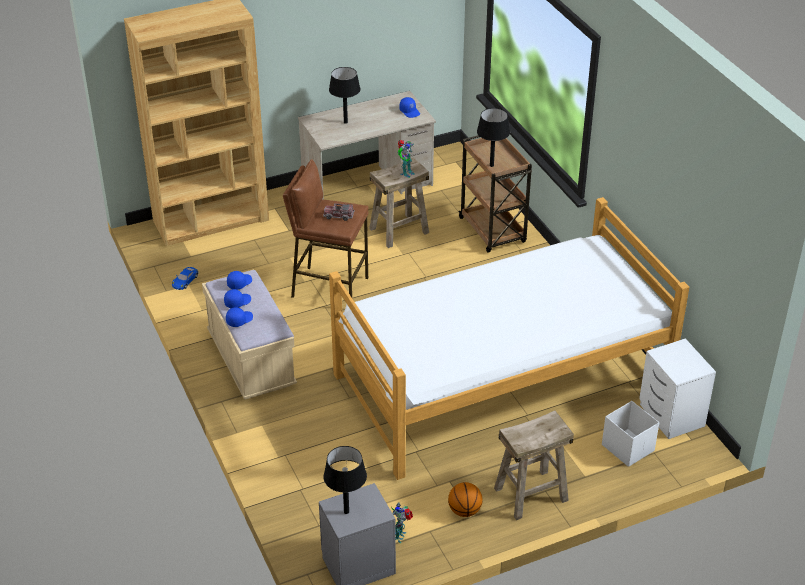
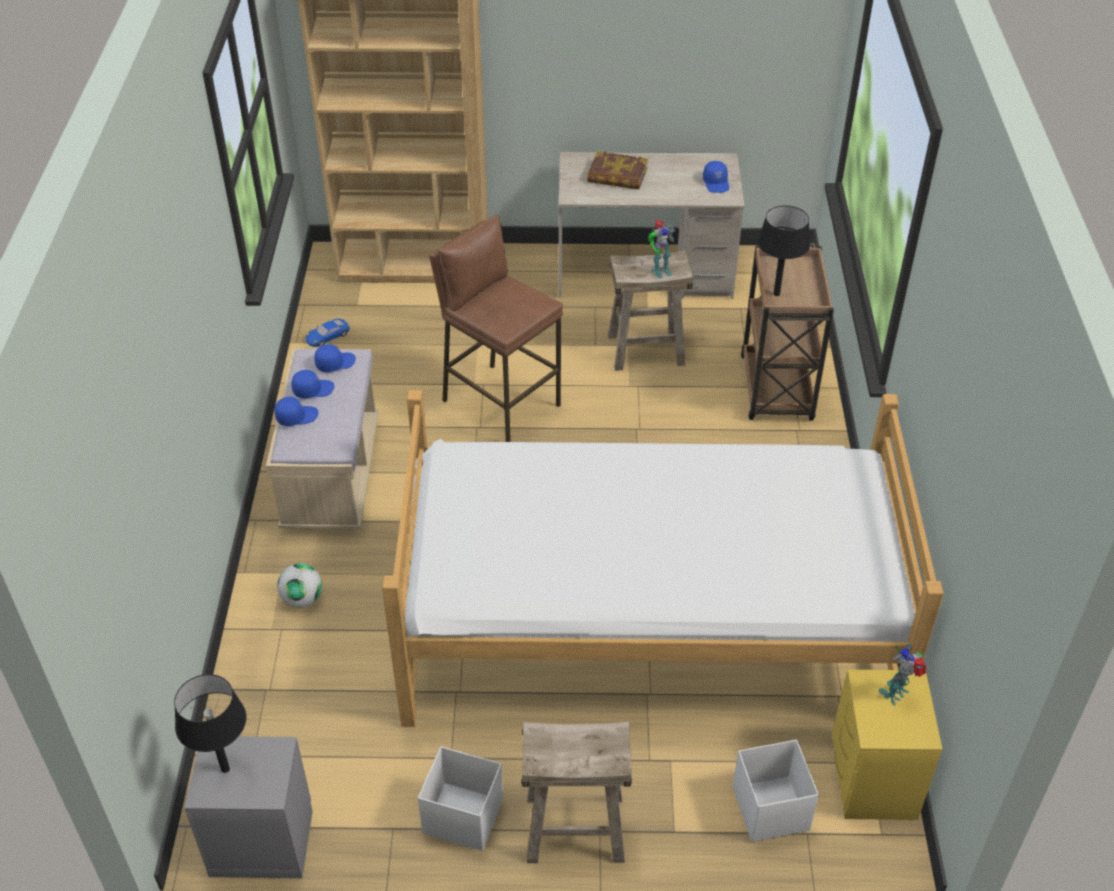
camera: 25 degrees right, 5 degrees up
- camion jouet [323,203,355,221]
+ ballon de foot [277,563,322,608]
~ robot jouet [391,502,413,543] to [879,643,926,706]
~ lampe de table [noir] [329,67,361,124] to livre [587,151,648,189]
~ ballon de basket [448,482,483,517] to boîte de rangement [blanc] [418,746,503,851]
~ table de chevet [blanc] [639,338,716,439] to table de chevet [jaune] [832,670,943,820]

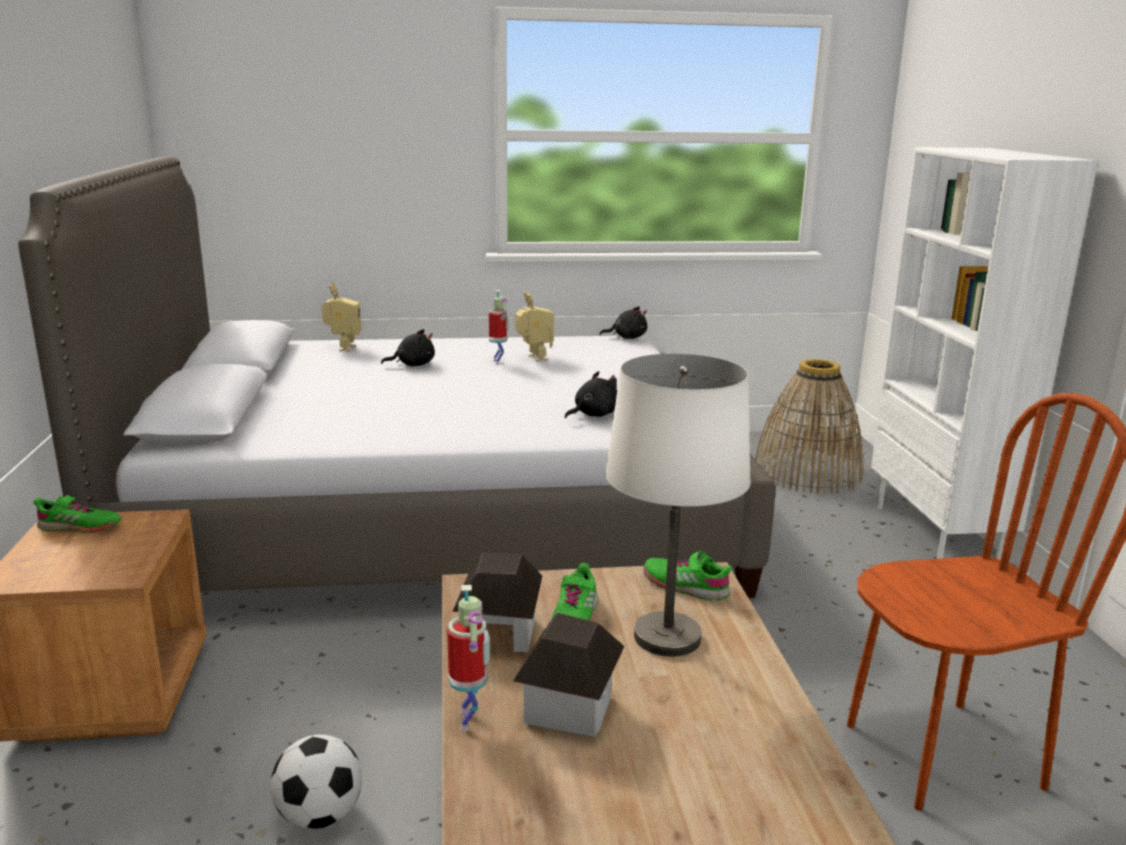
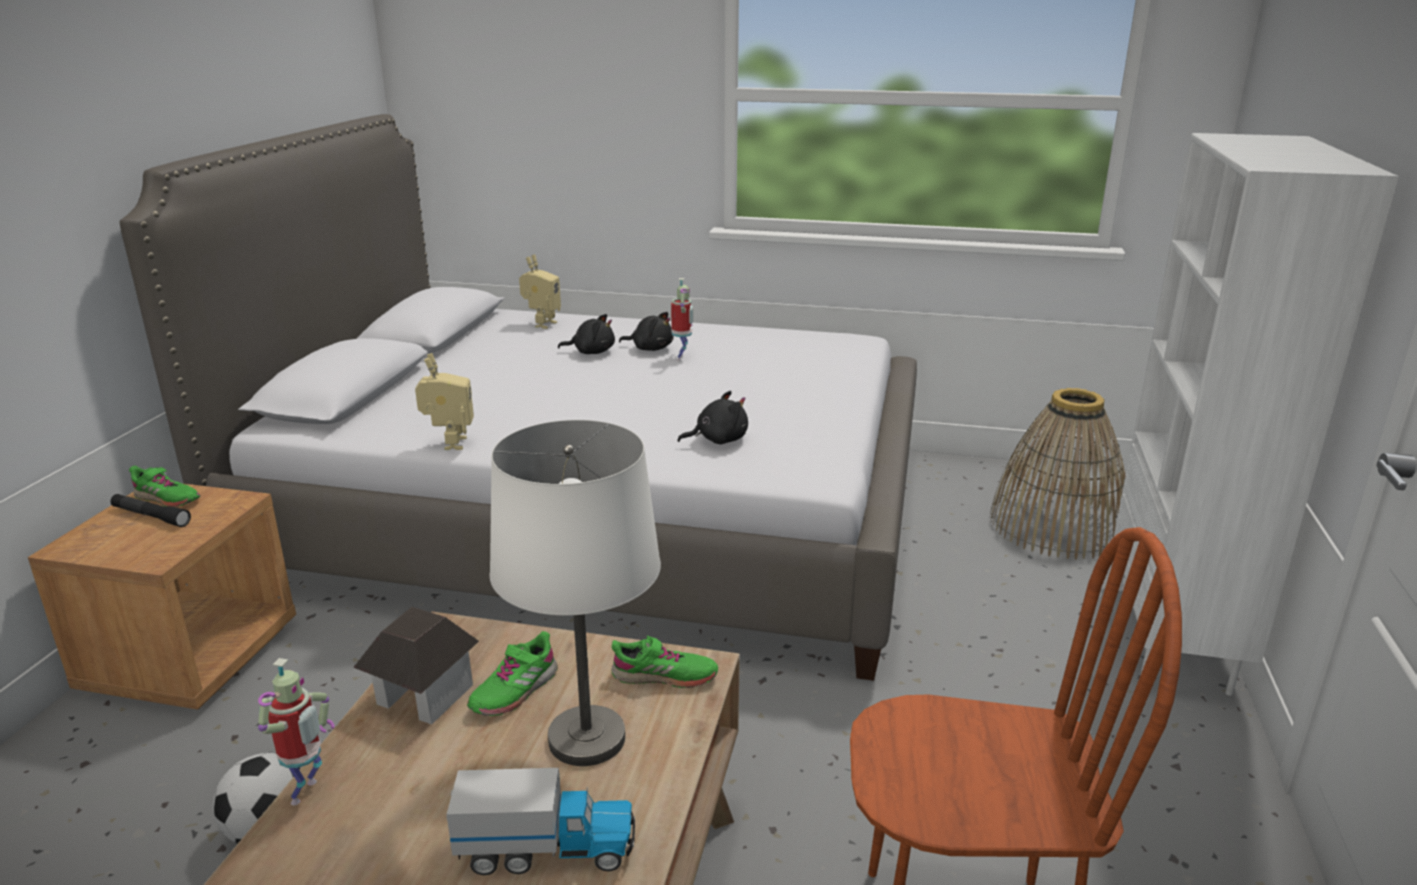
camera: 20 degrees right, 5 degrees up
- maison miniature [513,612,625,737]
+ lampe de poche [noir] [111,494,191,527]
+ camion jouet [446,768,635,875]
~ robot jouet [515,292,554,362] to [415,353,474,450]
~ peluche [noir] [600,306,647,339] to [619,312,674,351]
~ chaussure [vert] [643,551,732,601] = [611,636,718,688] 135 degrees clockwise

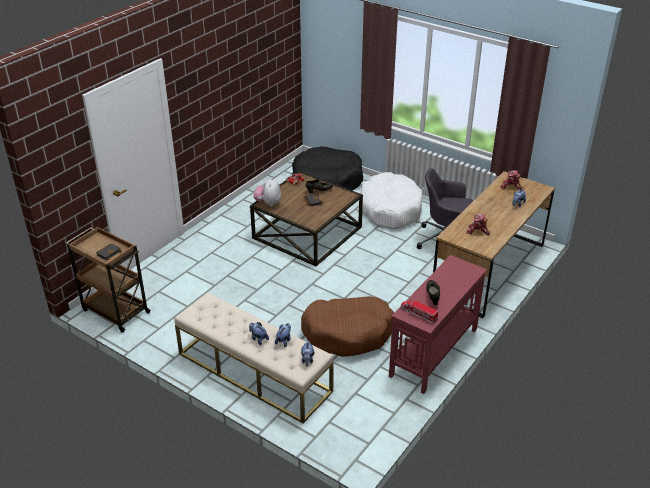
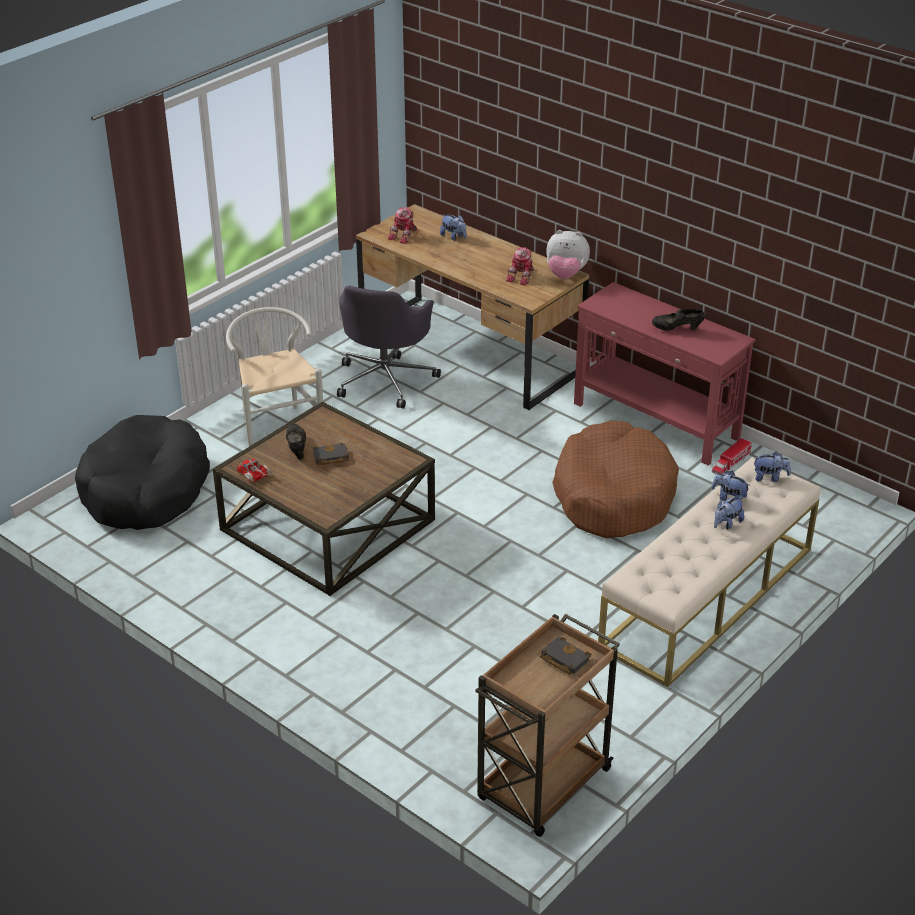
camera: 85 degrees left, 0 degrees up
~ peluche [254,178,281,207] to [546,230,590,279]
~ camion jouet [401,299,438,323] to [712,438,752,475]
~ panier pour chien [blanc] [361,172,423,229] to chaise [blanc] [226,307,323,447]

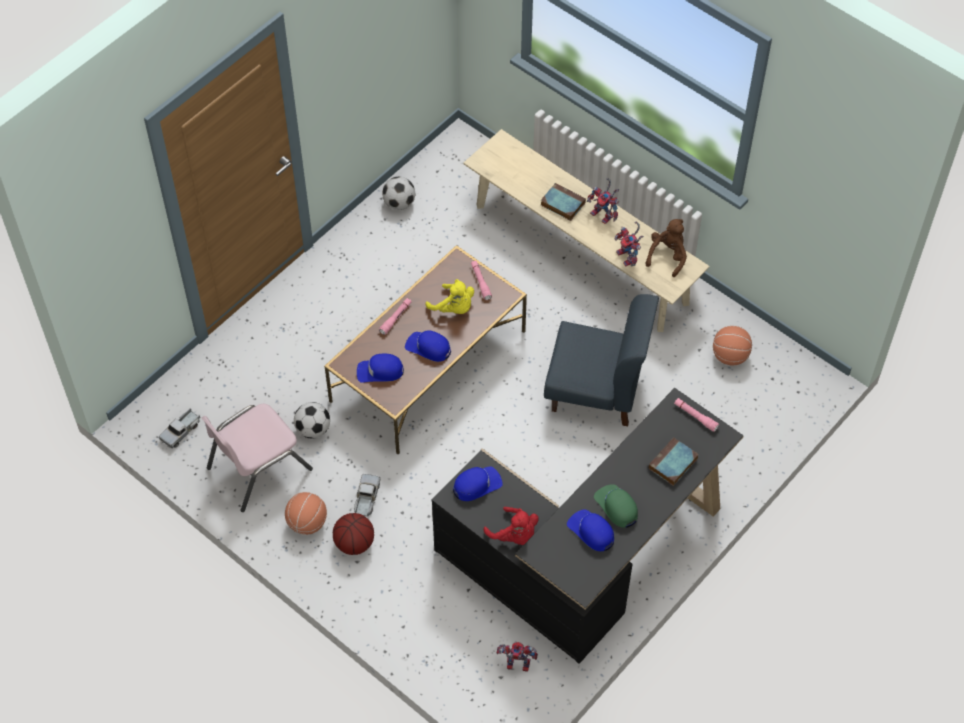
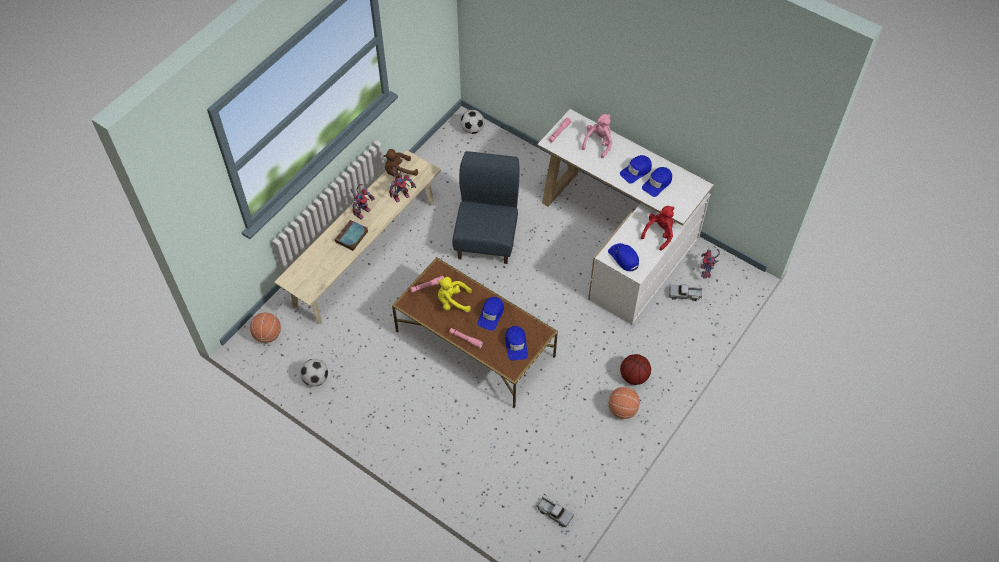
camera: 95 degrees left, 0 degrees up
- chaise [rose] [202,404,313,512]
~ ballon de foot [294,402,330,439] to [461,110,484,134]
~ camion jouet [354,474,381,517] to [669,284,702,301]
~ ballon de basket [713,326,752,365] to [250,312,281,343]
~ livre [648,437,699,486] to peluche [rose] [582,114,612,158]
~ bureau [noir] [431,388,744,664] to bureau [blanc] [537,109,714,325]
~ casquette [vert] [594,484,638,528] to casquette [bleu] [620,155,652,184]
~ peluche [jaune] [426,279,474,314] = [437,277,472,312] 120 degrees counterclockwise
~ peluche [marron] [645,219,687,277] = [383,149,418,179] 45 degrees counterclockwise

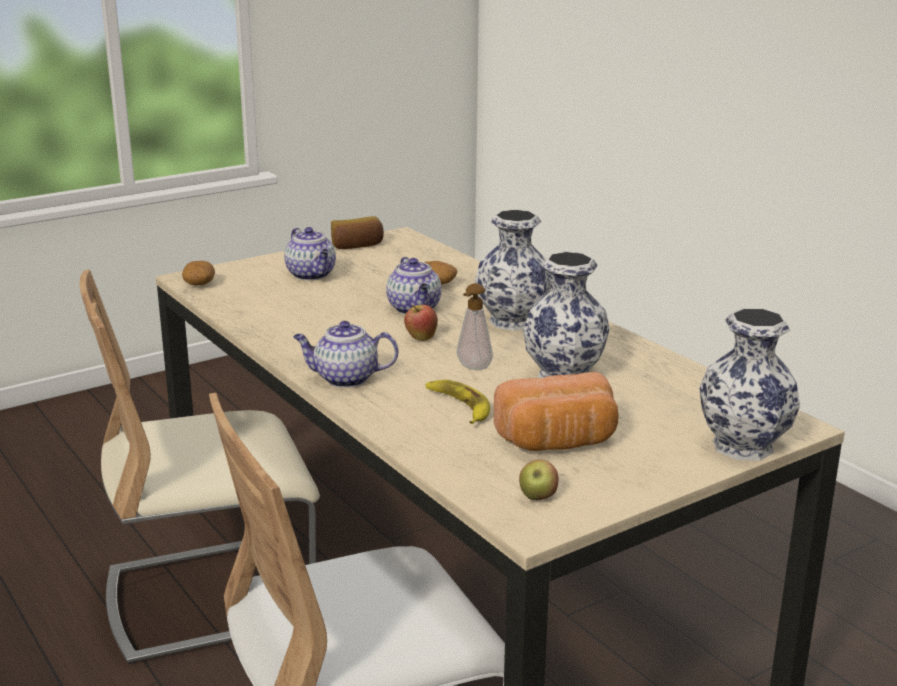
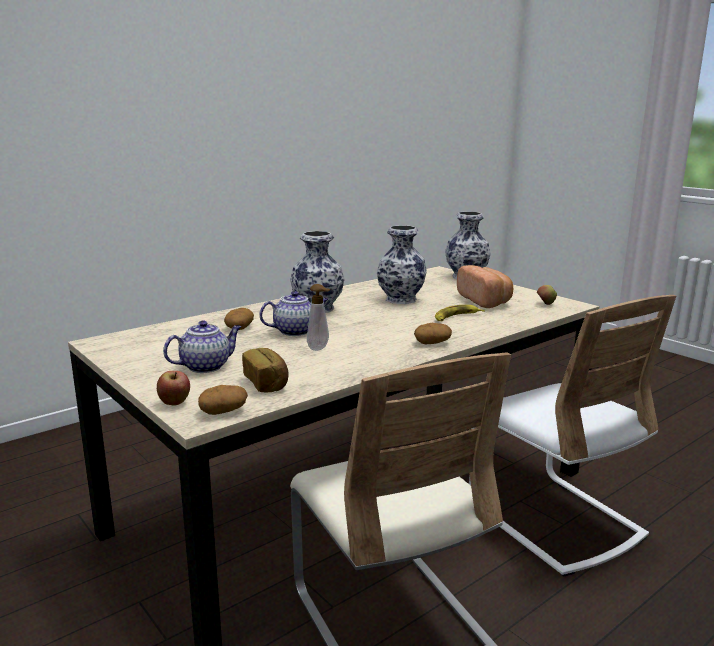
camera: 95 degrees left, 5 degrees down
~ pain [331,216,384,249] to [242,348,289,392]
~ pomme [404,305,438,341] to [157,371,190,406]
~ distributeur de savon [457,283,493,370] to [307,284,331,351]
~ théière [293,321,398,388] to pomme de terre [414,323,452,344]

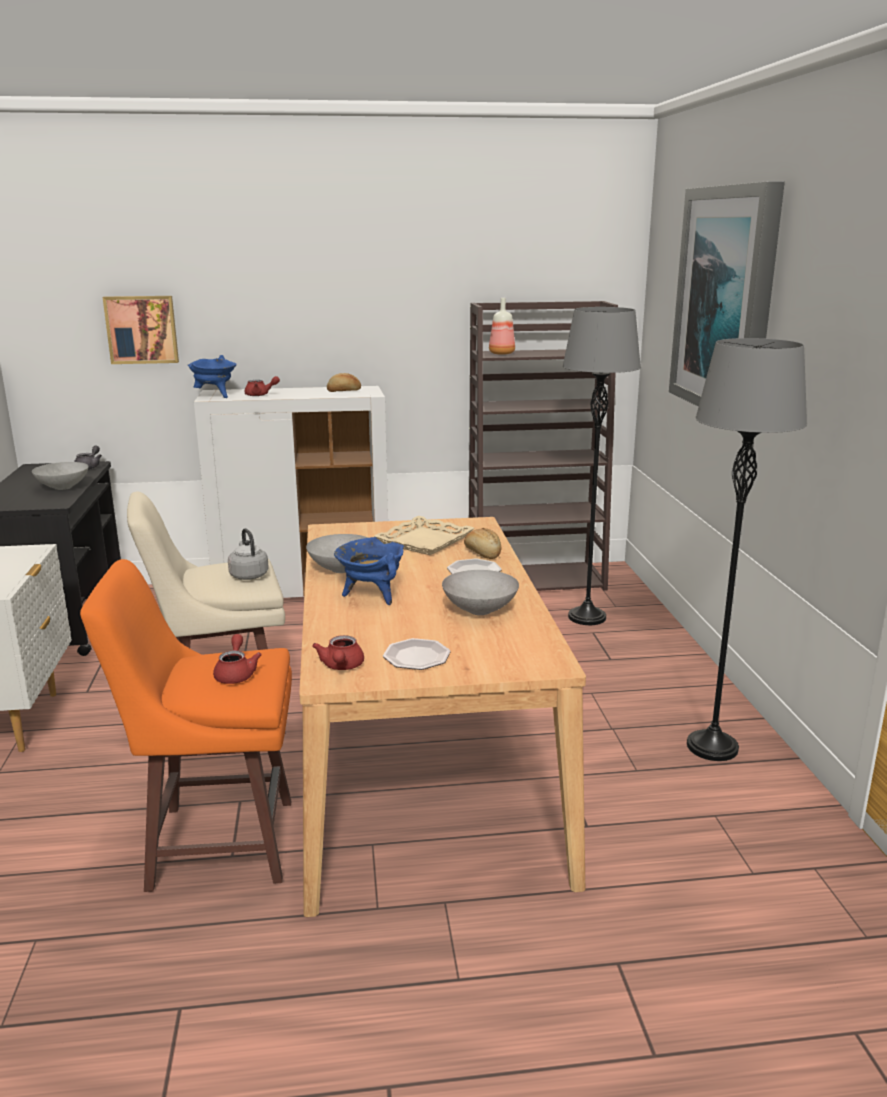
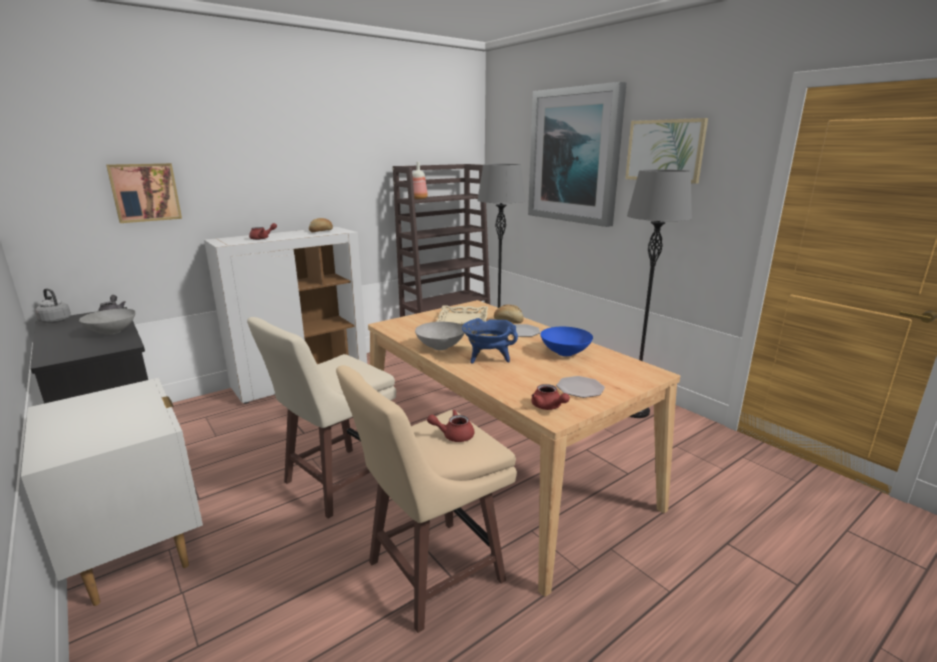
camera: 30 degrees left, 0 degrees up
- marmite [bleu] [188,355,237,398]
+ tableau [625,118,708,184]
~ bouilloire [gris] [228,528,269,580] to [35,288,71,323]
~ tabouret [orange] [80,559,292,892] to tabouret [beige] [336,365,517,633]
~ bol [gris] [442,570,519,615] to bol [bleu] [540,327,593,356]
~ théière [rouge] [213,634,262,684] = [427,409,474,442] 60 degrees counterclockwise

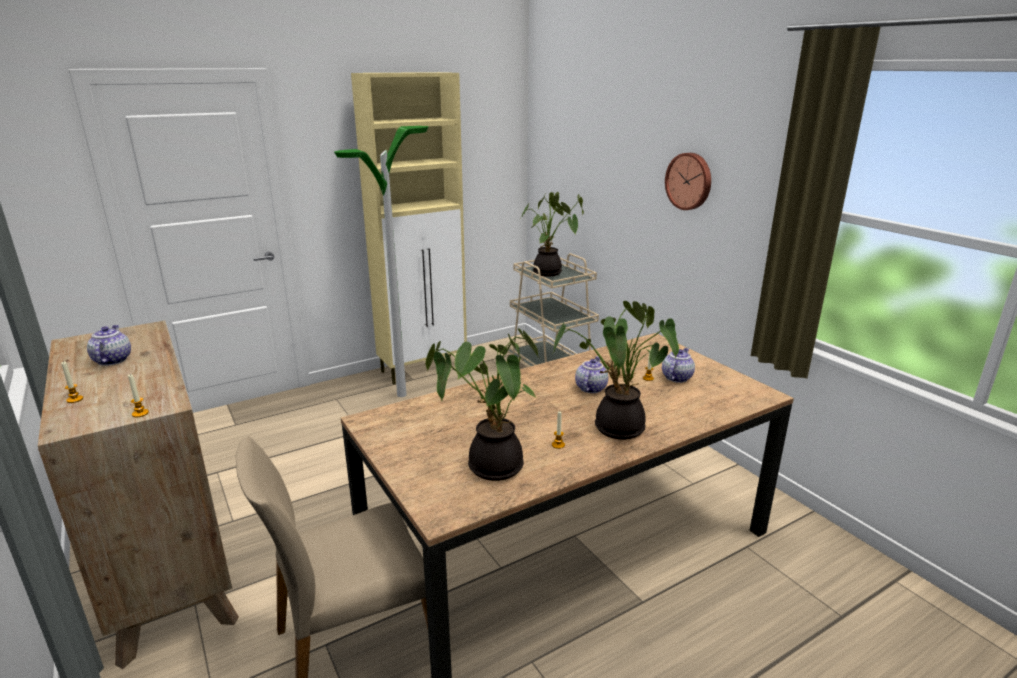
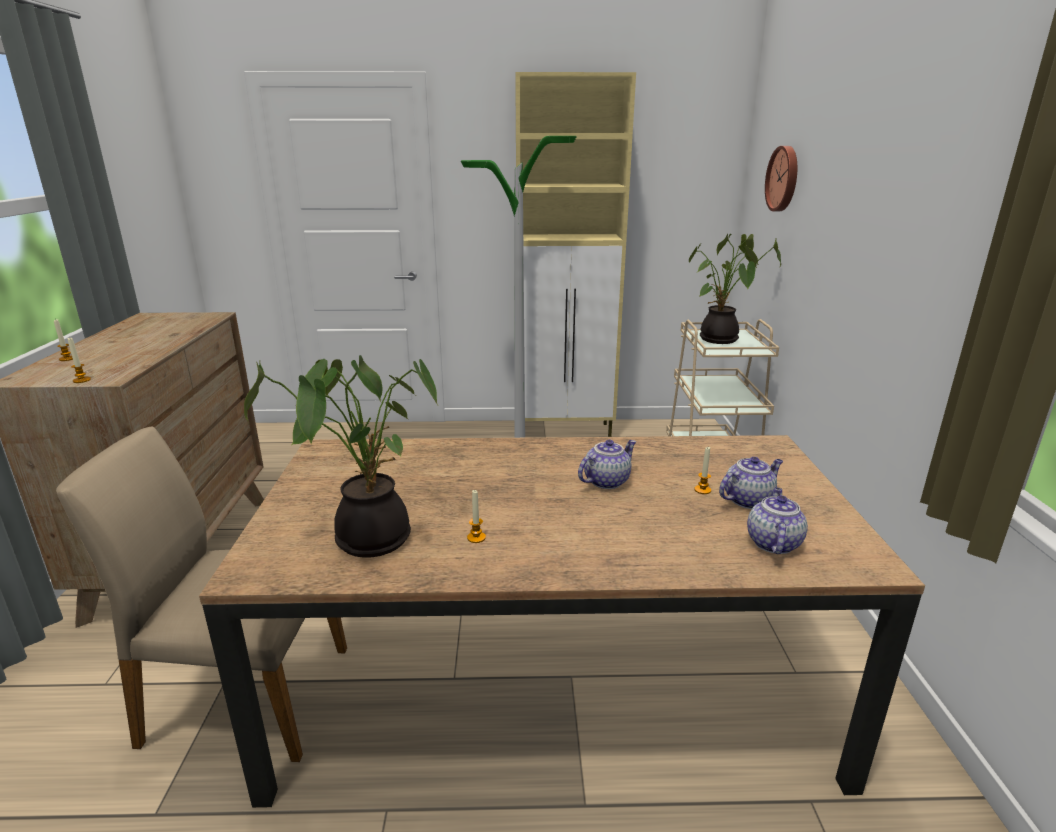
camera: 30 degrees right, 0 degrees up
- plante en pot [553,301,679,440]
~ théière [87,325,131,366] to [747,487,808,554]
~ horloge murale [665,153,711,210] to [765,146,797,211]

